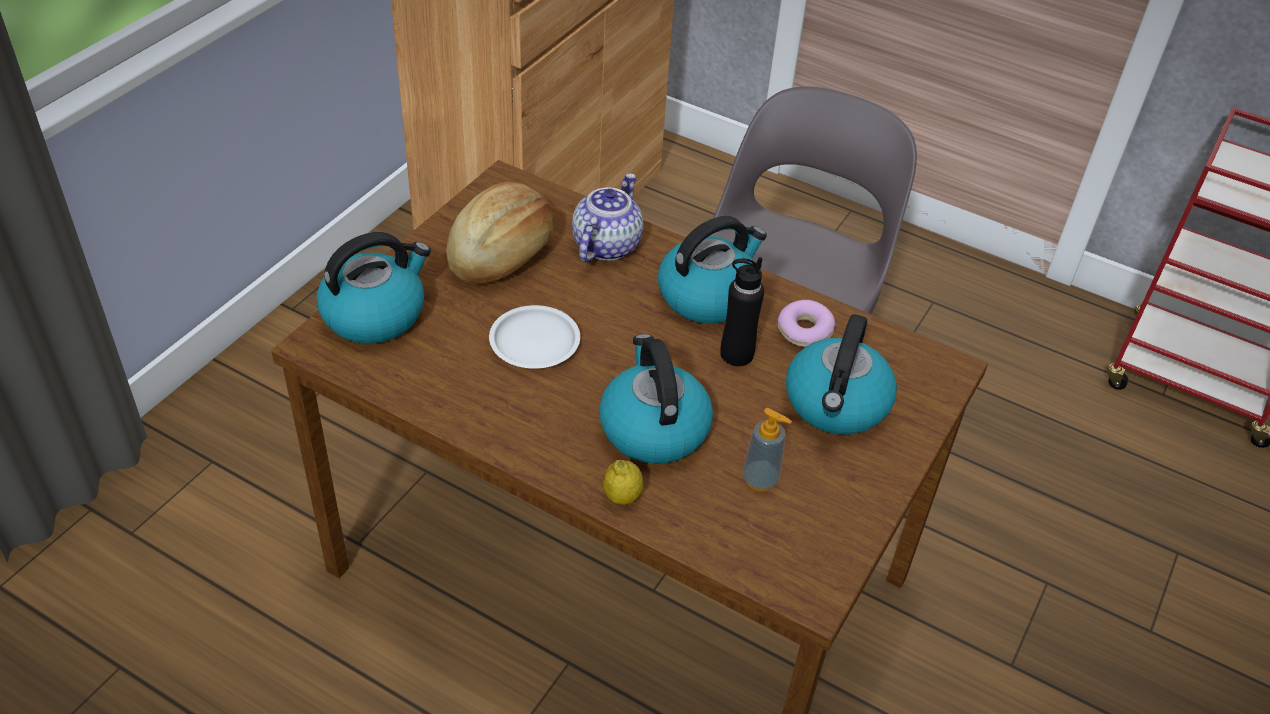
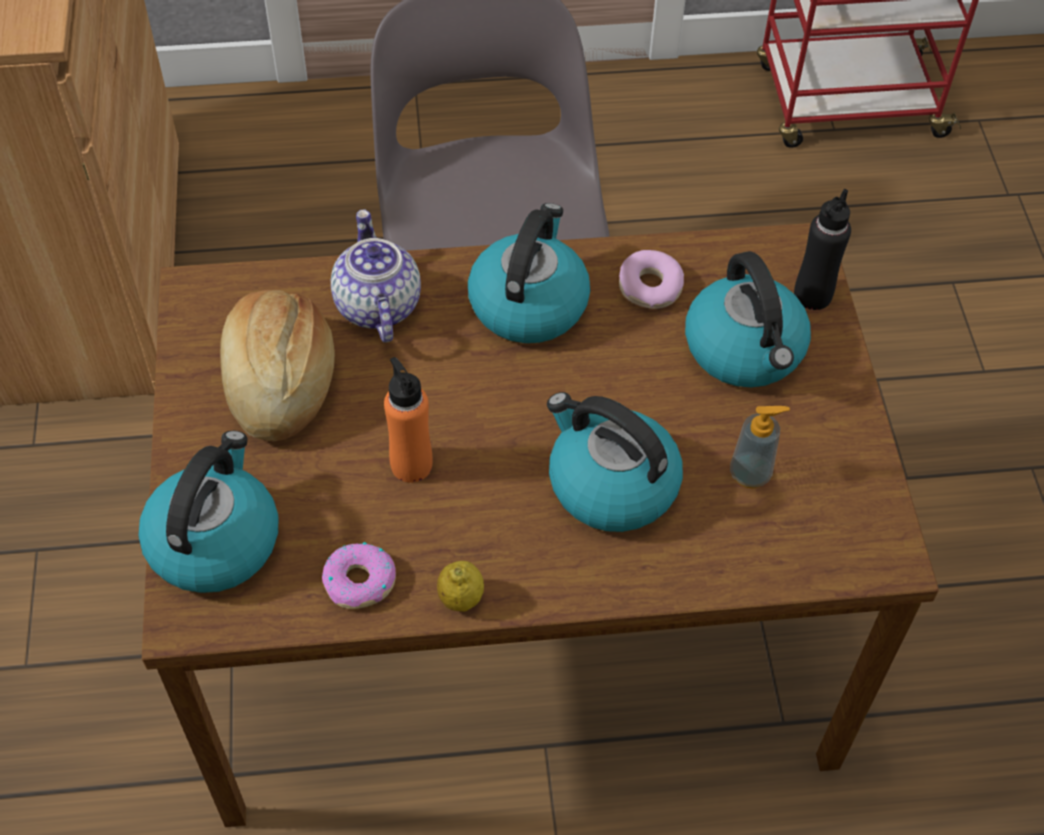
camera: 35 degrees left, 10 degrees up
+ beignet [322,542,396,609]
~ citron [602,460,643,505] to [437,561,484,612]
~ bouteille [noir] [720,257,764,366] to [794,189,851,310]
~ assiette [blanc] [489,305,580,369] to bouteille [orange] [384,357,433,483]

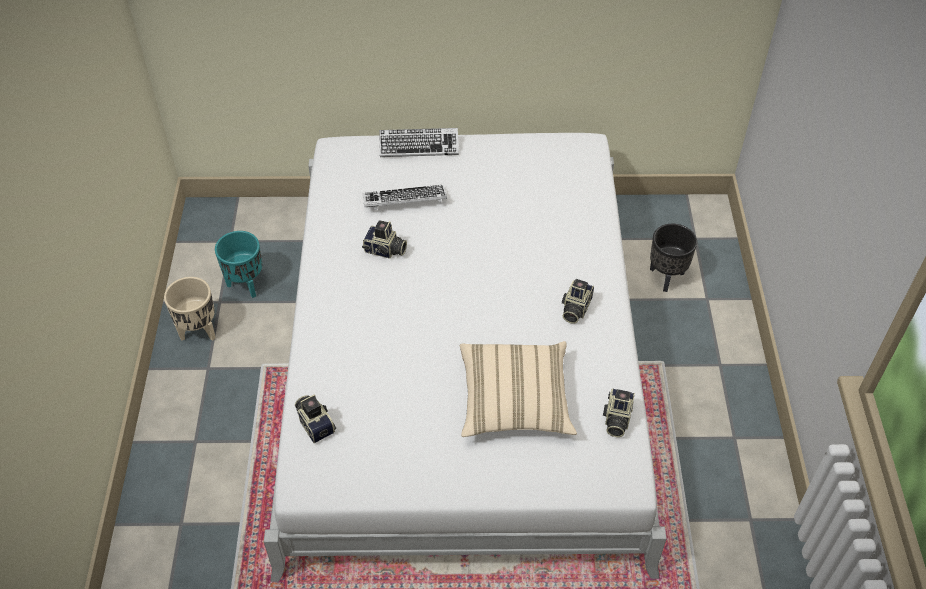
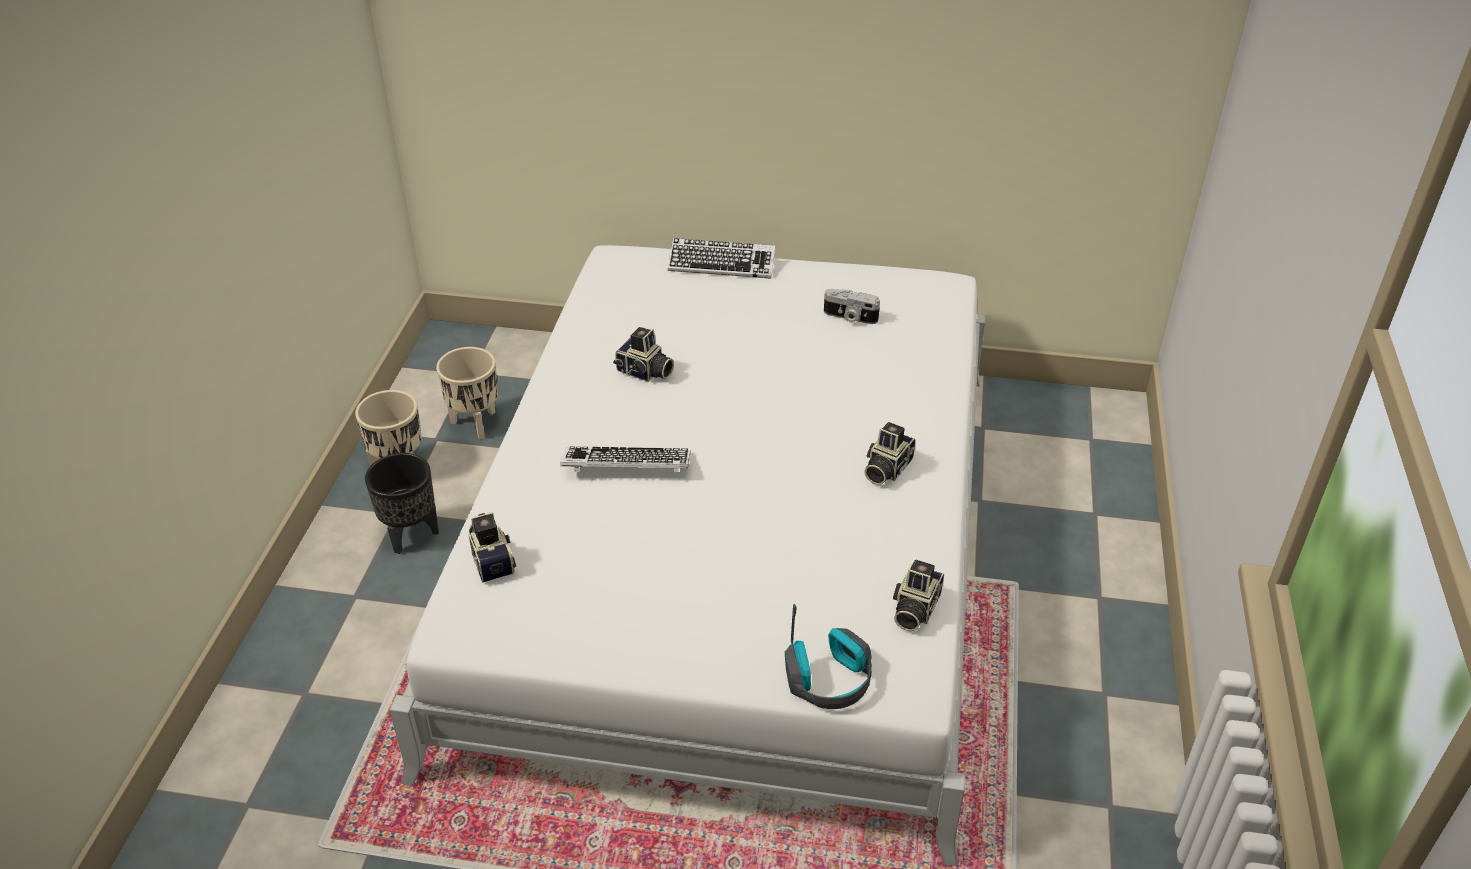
camera: 10 degrees right, 10 degrees down
- coussin [beige] [460,341,577,437]
+ casque audio [785,604,872,709]
+ appareil photo [824,289,880,324]
~ clavier [363,185,447,210] to [560,446,690,473]
~ cache-pot [noir] [650,224,697,292] to [365,453,439,554]
~ cache-pot [turquoise] [215,231,262,298] to cache-pot [beige] [436,347,498,439]

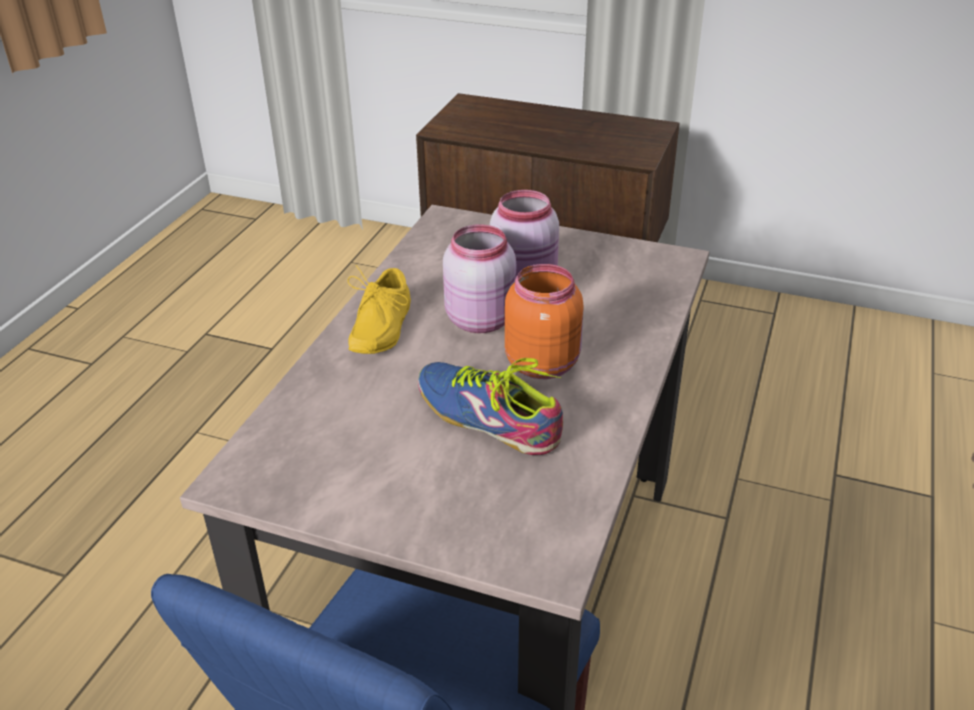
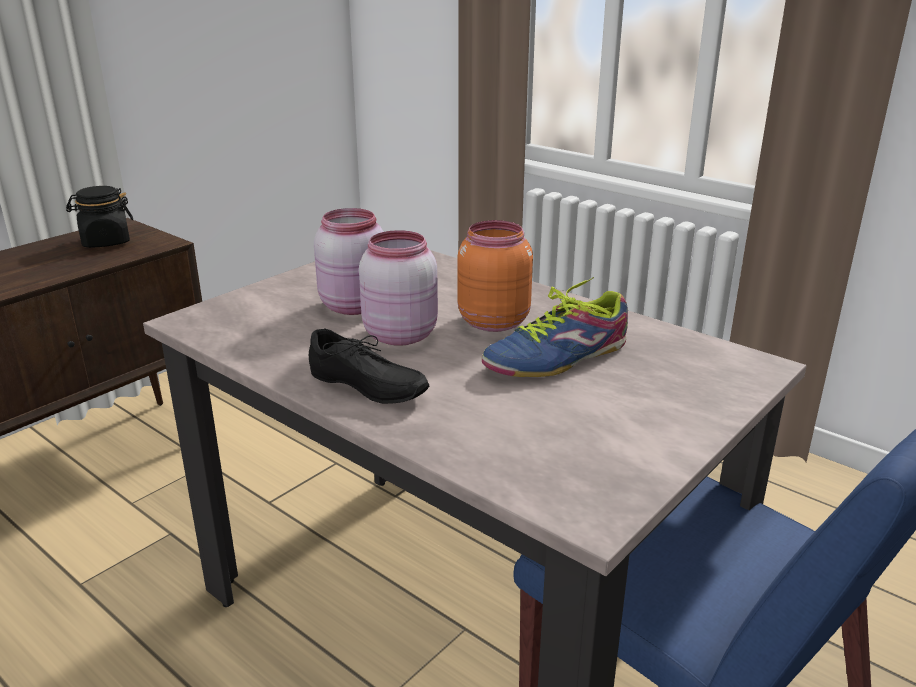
camera: 70 degrees left, 10 degrees down
+ bocal [noir] [66,186,133,248]
~ chaussure [jaune] [348,265,411,354] to chaussure [noir] [309,329,430,404]

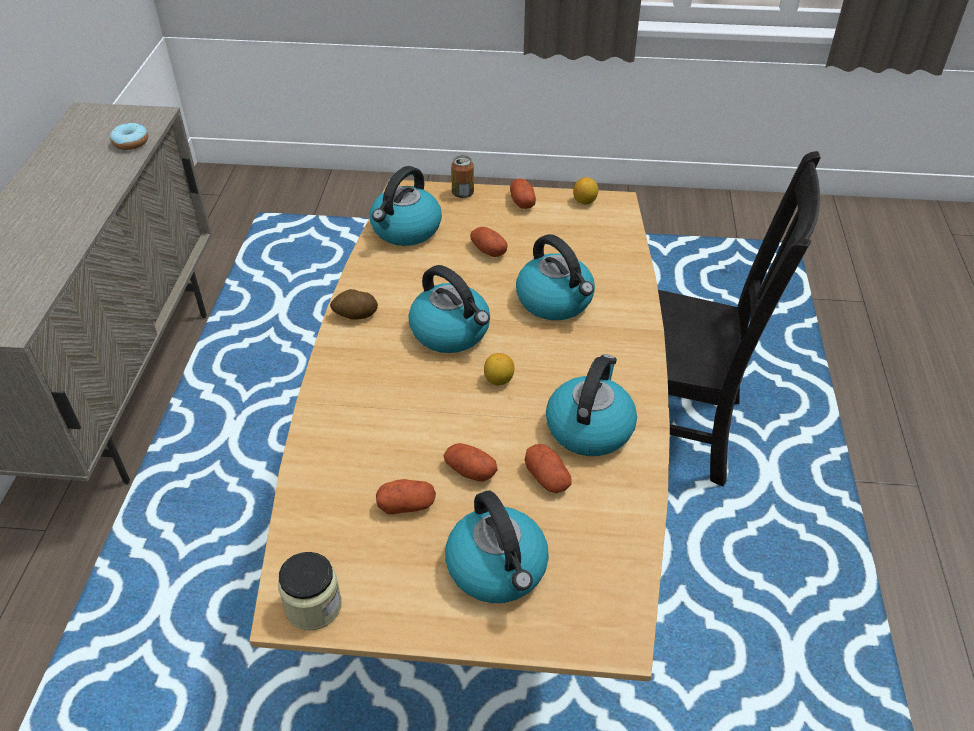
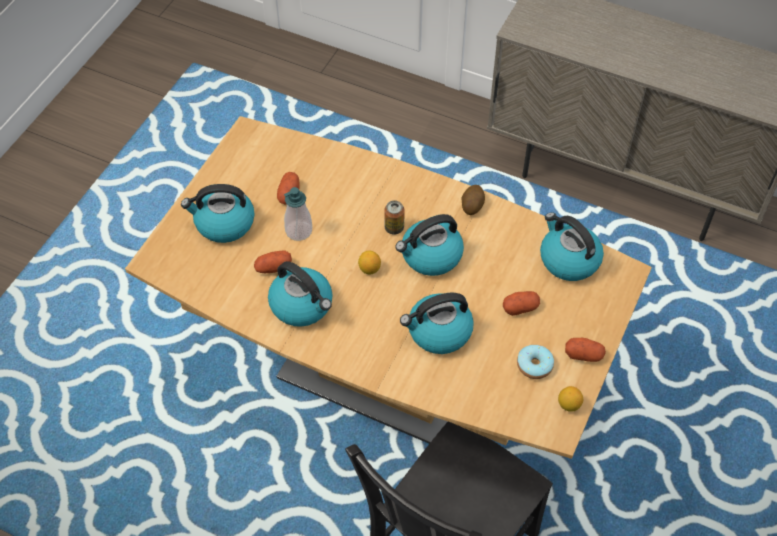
camera: 110 degrees right, 10 degrees up
- bocal [278,552,342,631]
~ beignet [110,123,148,150] to [517,345,554,379]
~ boîte métallique [451,155,474,198] to [384,200,405,234]
~ pomme de terre [443,443,497,482] to distributeur de savon [284,187,312,241]

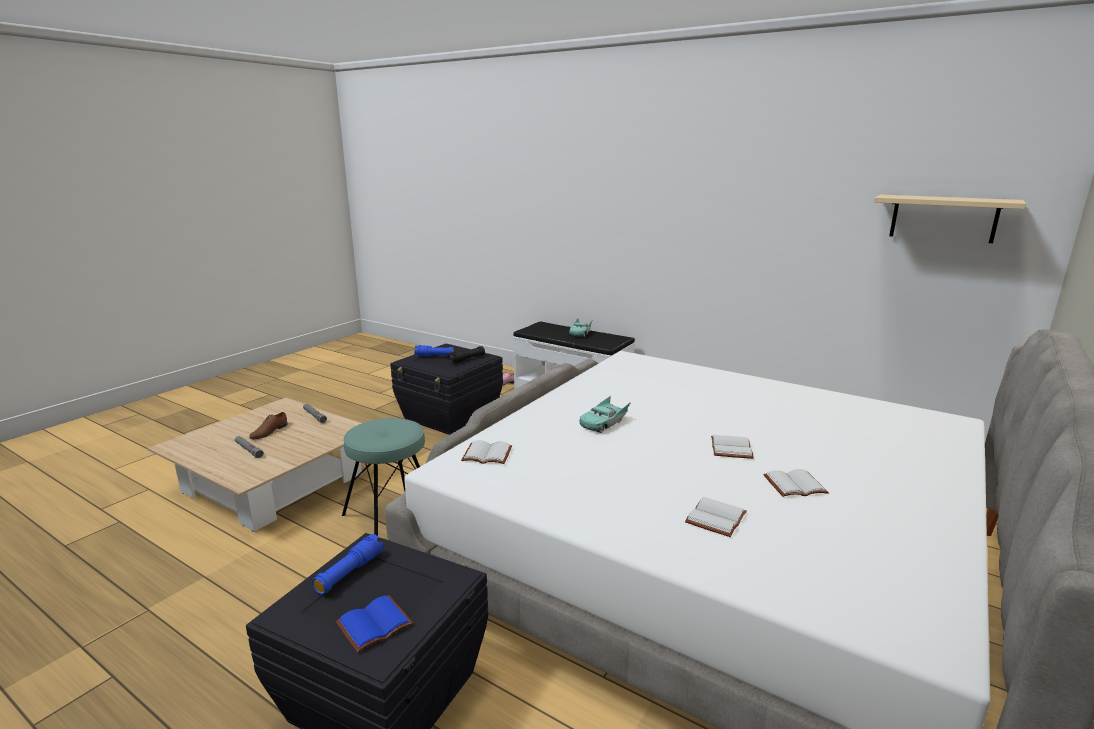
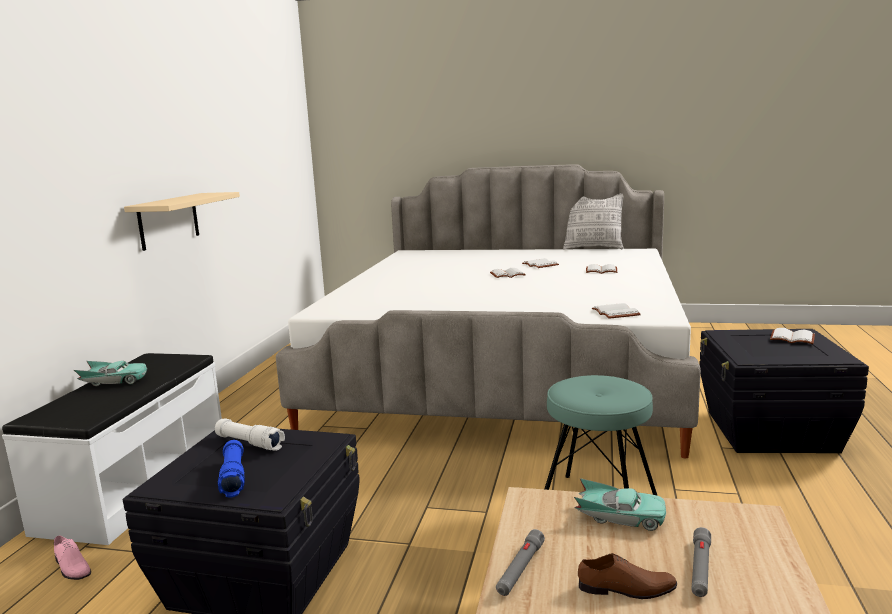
camera: 110 degrees left, 5 degrees down
- lampe de poche [bleu] [312,534,383,594]
+ coussin [563,193,624,250]
~ petite voiture [turquoise] [579,396,631,433] to [574,478,666,531]
~ étagère [beige] [874,195,1026,243] to [124,192,240,251]
~ livre [bleu] [336,595,413,653] to livre [blanc] [770,328,815,344]
~ lampe de poche [noir] [447,346,485,364] to lampe de poche [blanc] [215,419,285,451]

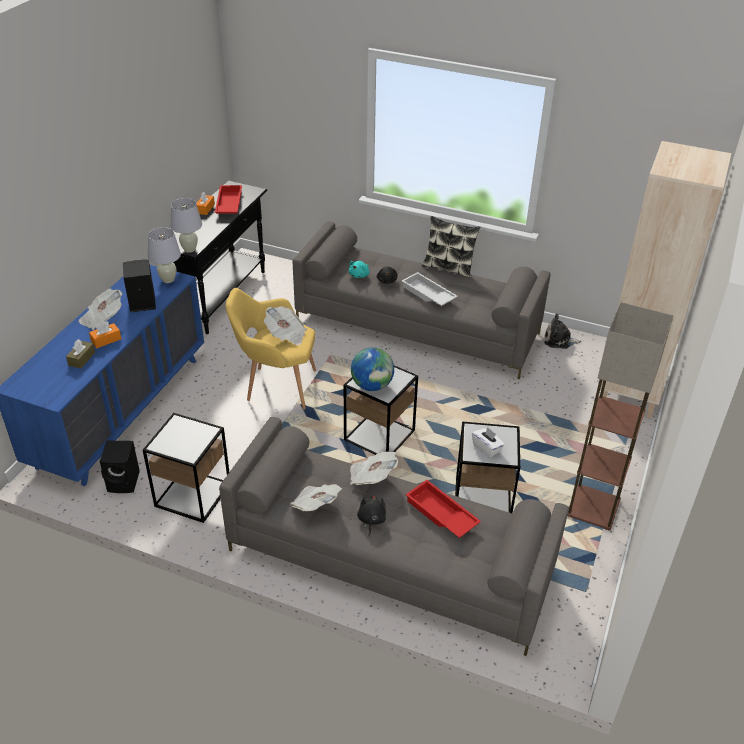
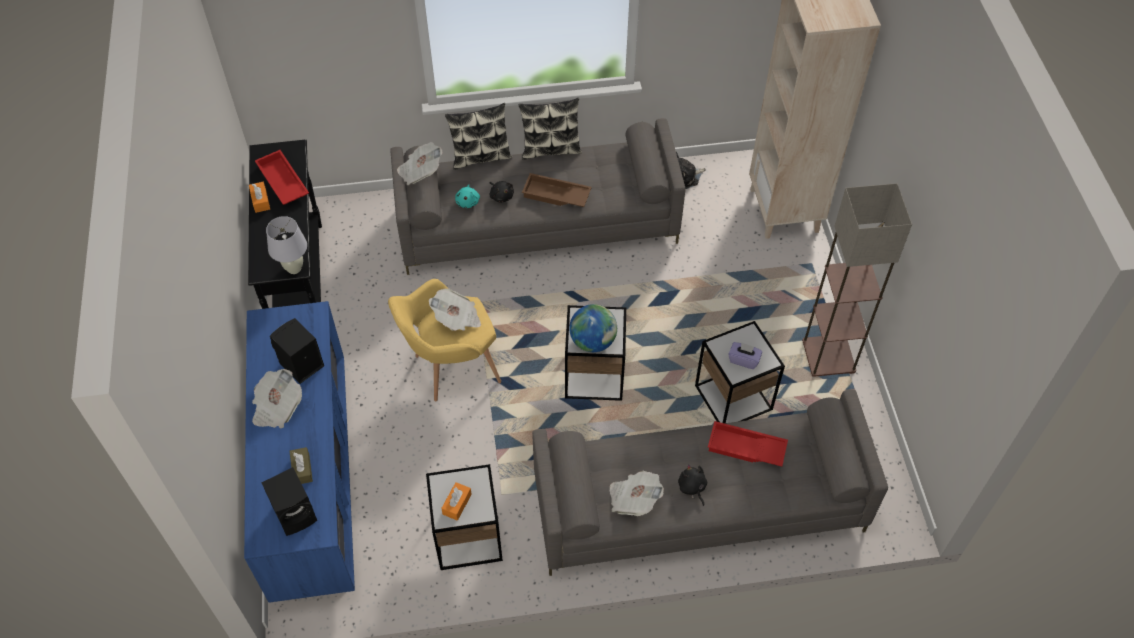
camera: 30 degrees left, 15 degrees up
- lampe de table [blanc] [148,227,181,283]
+ coussin [445,103,513,170]
~ boîte à mouchoirs [orange] [89,321,121,348] to [441,482,472,521]
~ enceinte [noir] [99,441,140,493] to [261,467,317,536]
~ journal [350,452,398,485] to [397,142,443,185]
~ plateau [blanc] [402,272,458,306] to plateau [marron] [522,173,592,207]
~ boîte à mouchoirs [blanc] [472,427,505,458] to boîte à mouchoirs [violet] [728,342,762,369]

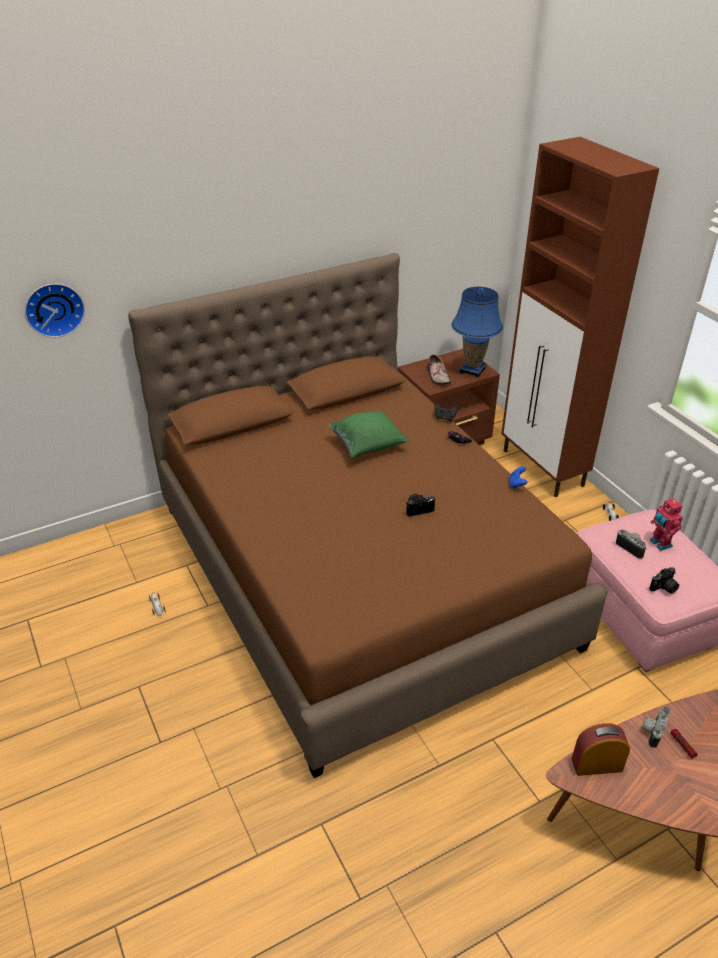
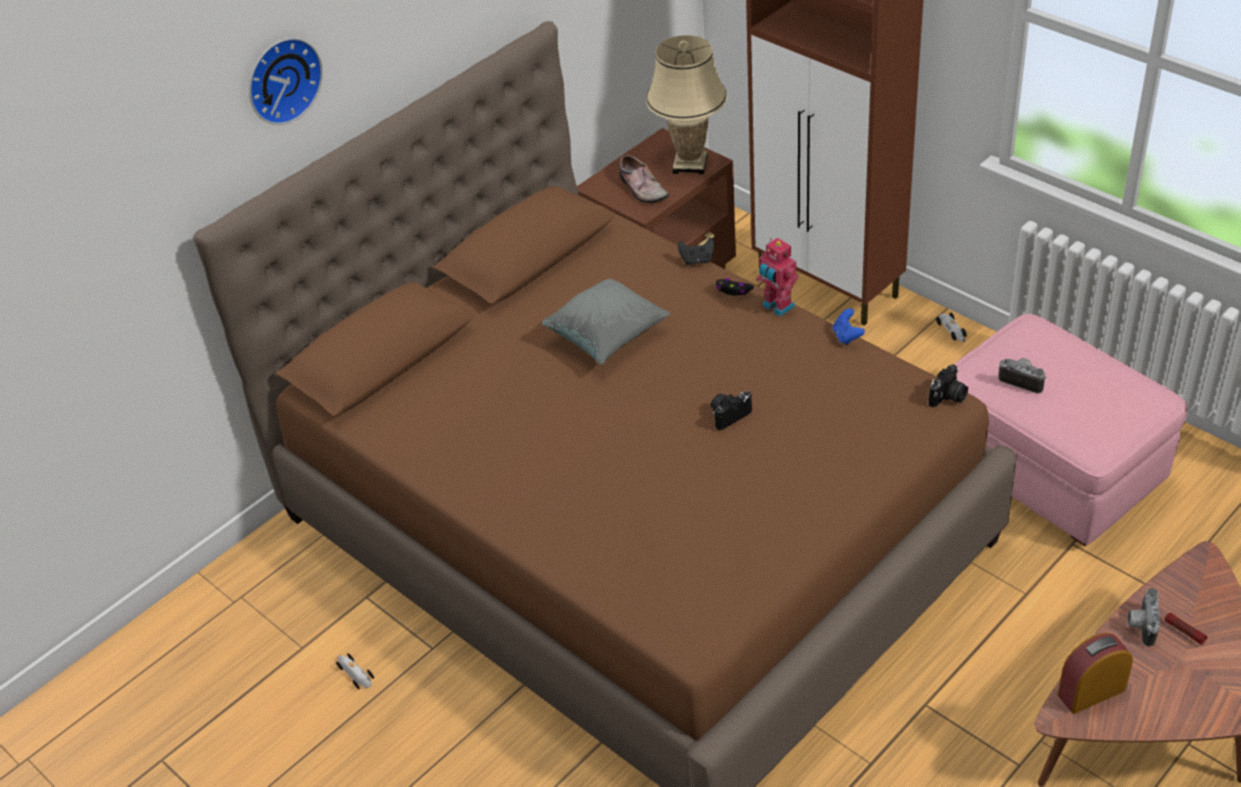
camera: 15 degrees left, 5 degrees up
~ horloge murale [25,284,85,338] to [249,38,323,125]
~ appareil photo [649,567,679,594] to [928,364,968,407]
~ robot jouet [650,497,683,551] to [756,238,798,317]
~ coussin [vert] [329,411,409,458] to coussin [gris] [542,278,671,365]
~ lampe de table [bleu] [451,287,503,378] to lampe de table [beige] [646,35,727,175]

